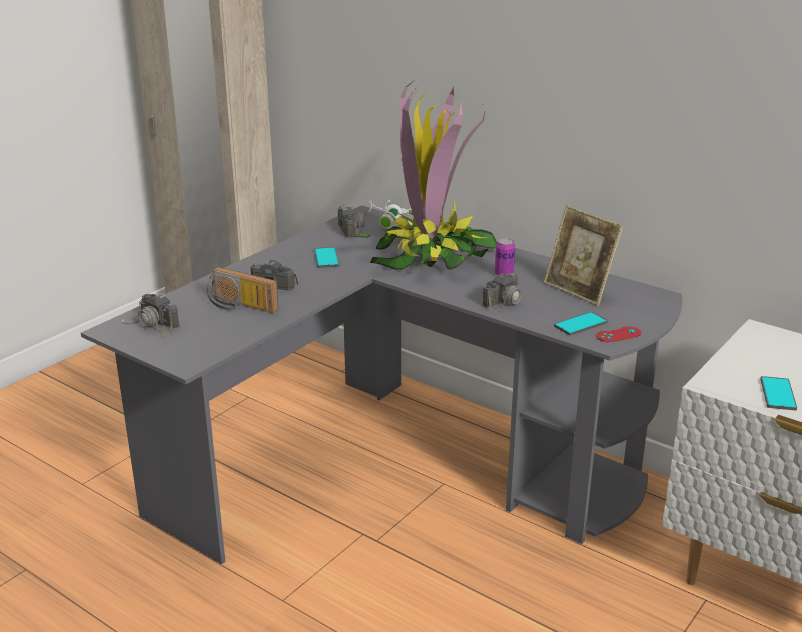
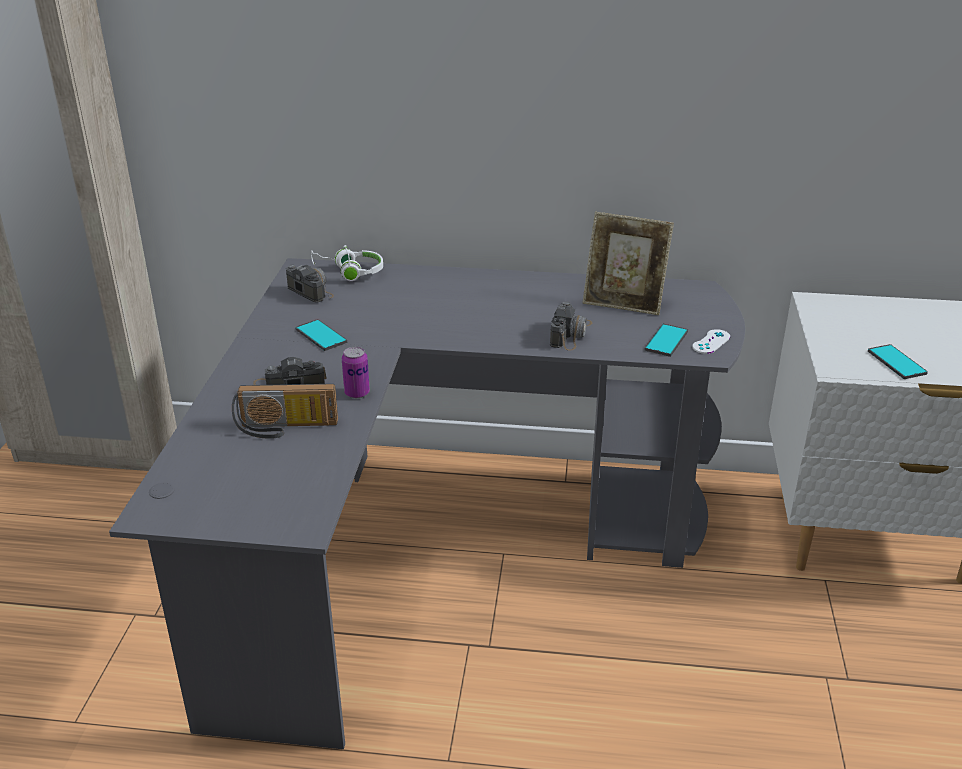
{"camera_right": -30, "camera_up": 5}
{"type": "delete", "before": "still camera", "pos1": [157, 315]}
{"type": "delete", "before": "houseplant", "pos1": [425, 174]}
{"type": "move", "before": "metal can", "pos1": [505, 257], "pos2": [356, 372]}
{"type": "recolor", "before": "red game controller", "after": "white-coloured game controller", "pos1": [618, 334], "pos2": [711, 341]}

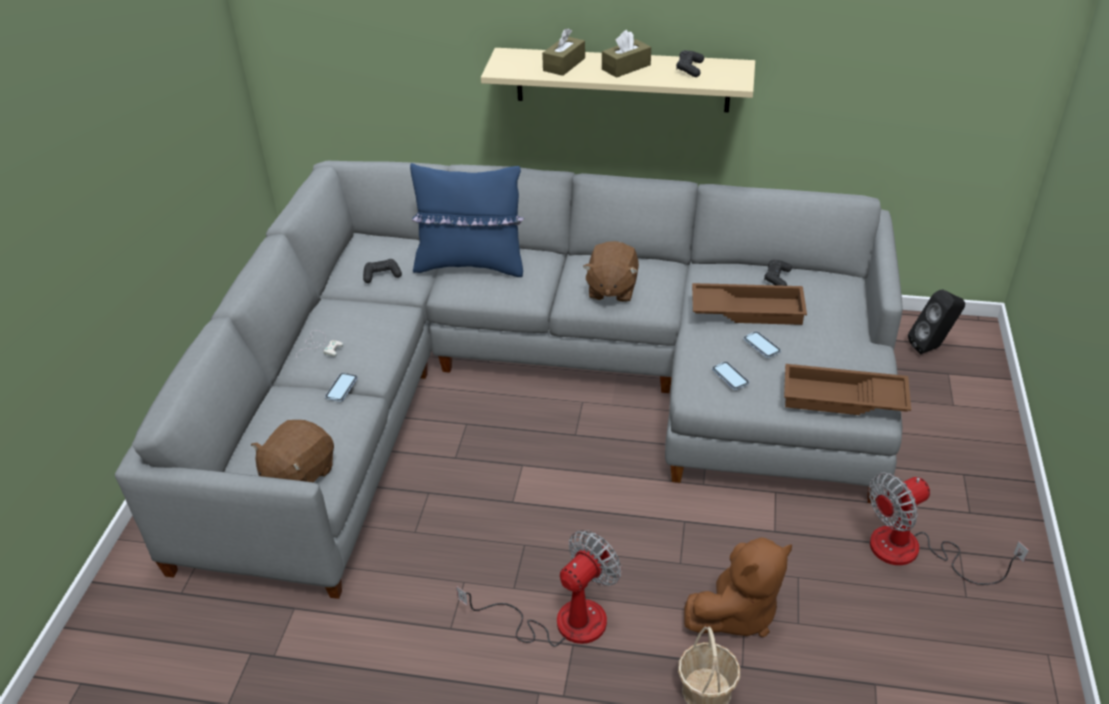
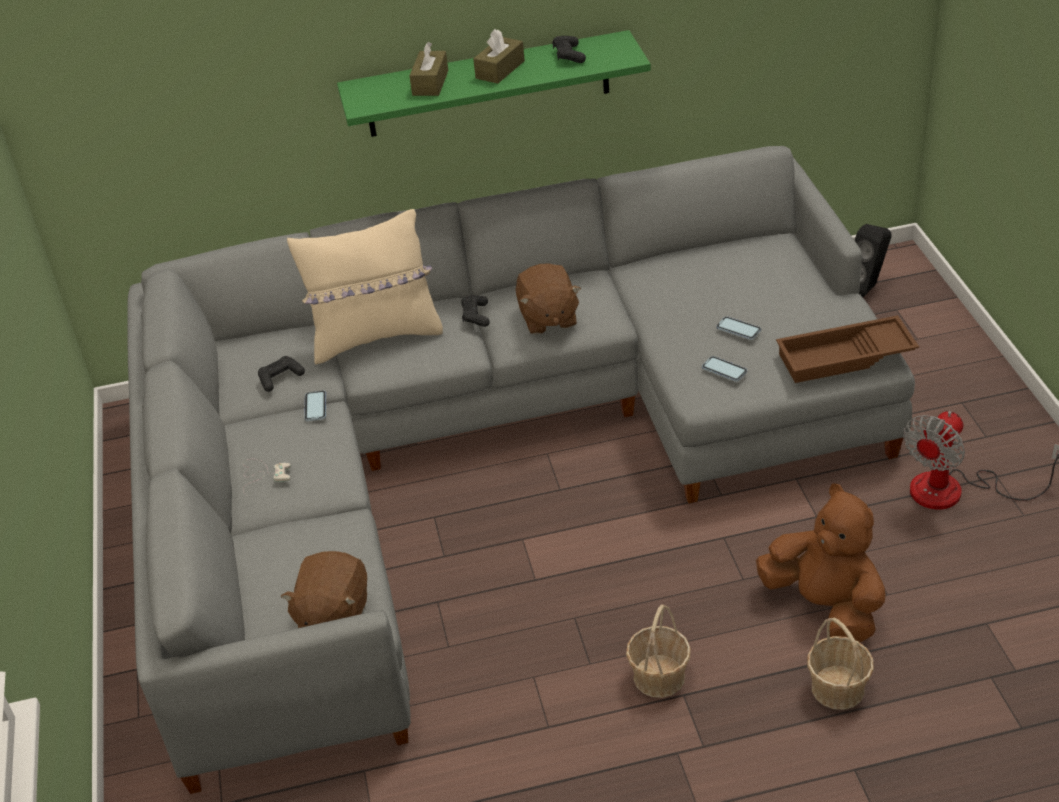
{"camera_right": -20, "camera_up": 0}
{"type": "delete", "before": "brownish tray", "pos1": [749, 304]}
{"type": "move", "before": "phone", "pos1": [341, 387], "pos2": [315, 405]}
{"type": "move", "before": "blackish game controller", "pos1": [778, 273], "pos2": [475, 311]}
{"type": "replace", "before": "fan", "after": "basket", "pos1": [538, 588], "pos2": [658, 651]}
{"type": "recolor", "before": "blue-coloured pillow", "after": "beige pillow", "pos1": [467, 220], "pos2": [365, 287]}
{"type": "recolor", "before": "beige bracket shelf", "after": "greenish bracket shelf", "pos1": [618, 80], "pos2": [494, 83]}
{"type": "rotate", "before": "brownish soft toy", "pos1": [738, 587], "pos2": [821, 562], "turn": -75}

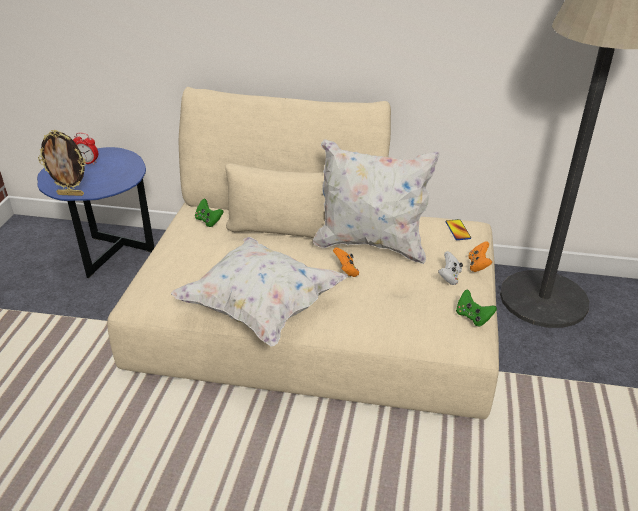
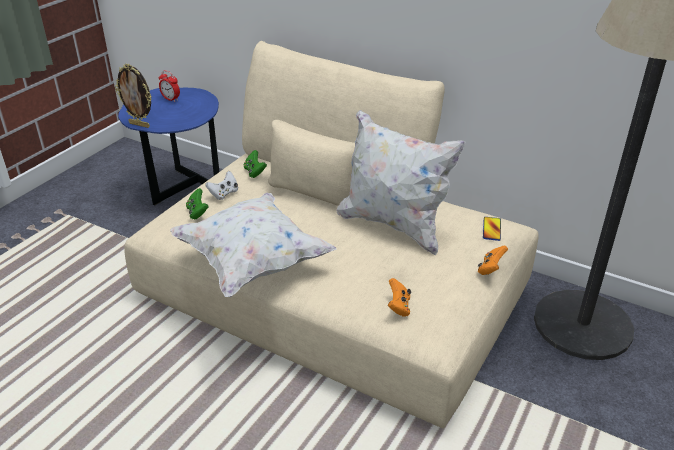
{"camera_right": 20, "camera_up": 0}
{"type": "move", "before": "orange-coloured game controller", "pos1": [346, 262], "pos2": [399, 297]}
{"type": "move", "before": "white-coloured game controller", "pos1": [450, 268], "pos2": [222, 185]}
{"type": "move", "before": "greenish game controller", "pos1": [476, 307], "pos2": [197, 203]}

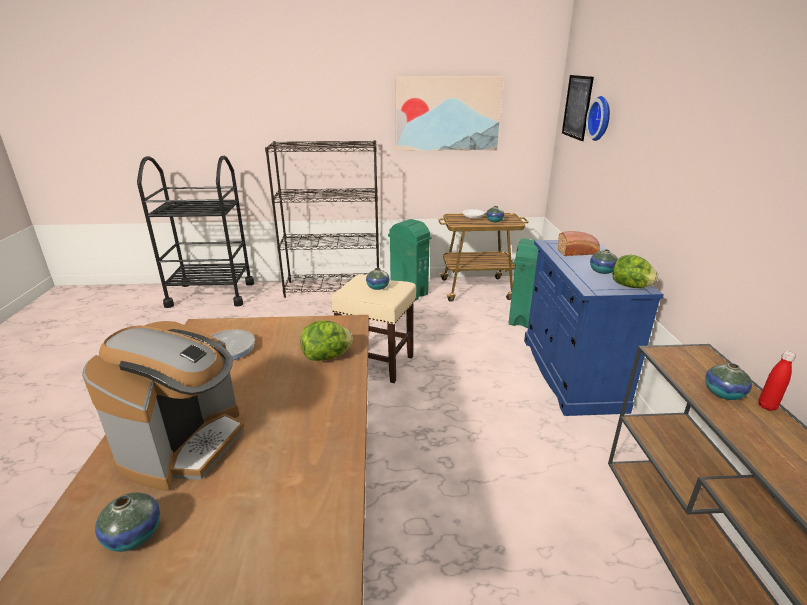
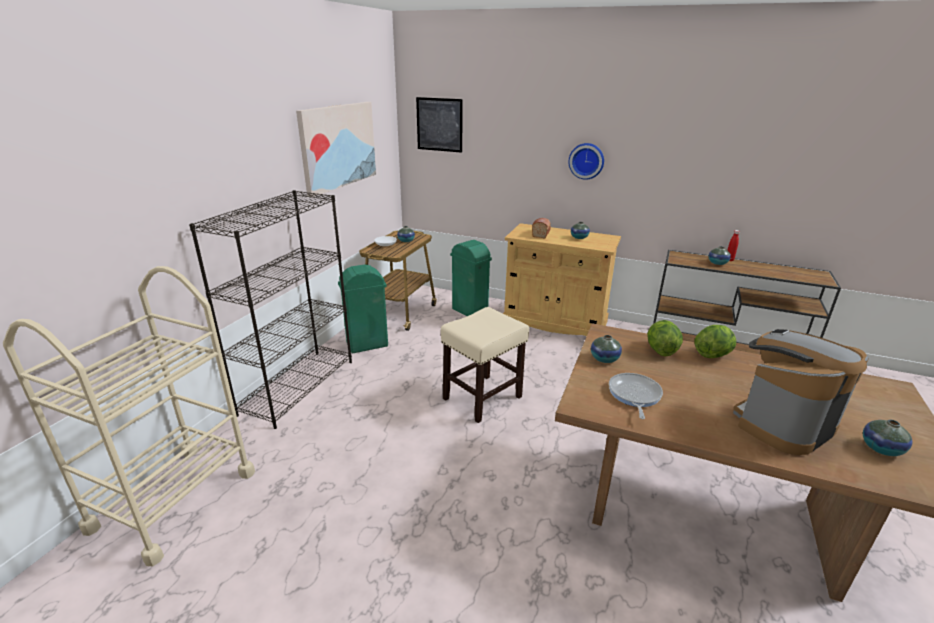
{"camera_right": -65, "camera_up": 0}
{"type": "move", "before": "vase", "pos1": [378, 279], "pos2": [606, 349]}
{"type": "move", "before": "wall clock", "pos1": [598, 118], "pos2": [586, 161]}
{"type": "move", "before": "lettuce head", "pos1": [635, 271], "pos2": [715, 341]}
{"type": "recolor", "before": "blackish cart", "after": "beige cart", "pos1": [195, 232], "pos2": [129, 416]}
{"type": "recolor", "before": "blue-coloured storage cabinet", "after": "beige storage cabinet", "pos1": [594, 328], "pos2": [562, 279]}
{"type": "rotate", "before": "coffee machine", "pos1": [163, 406], "pos2": [801, 392], "turn": -75}

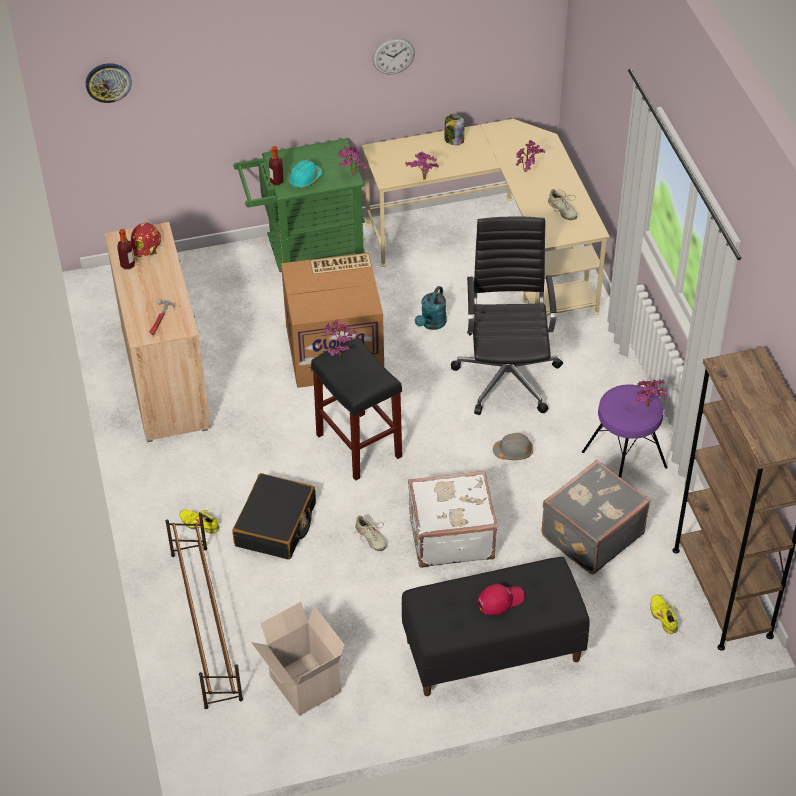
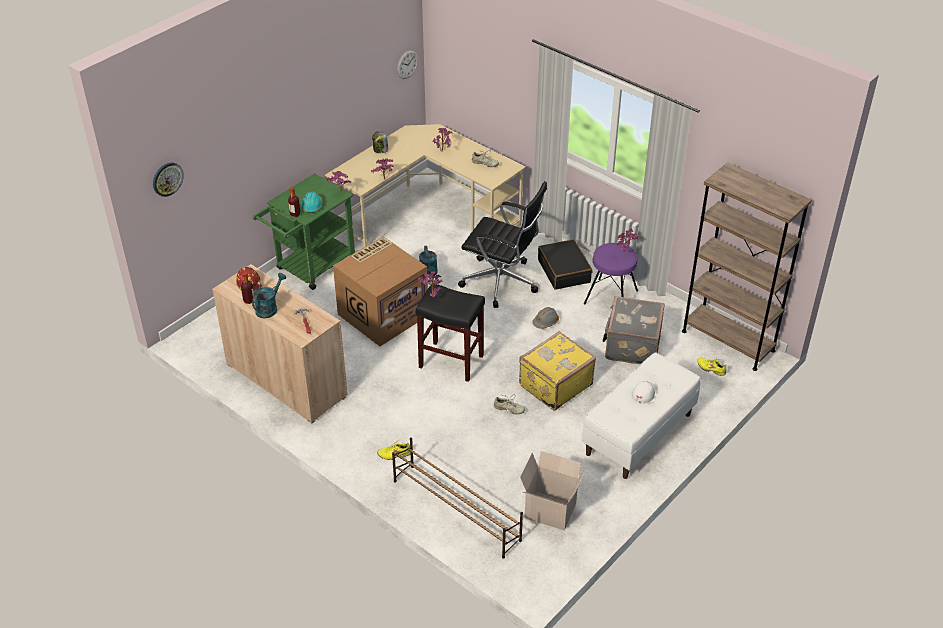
{"camera_right": -35, "camera_up": -5}
{"type": "insert", "after": "turquoise-coloured watering can", "pos2": [269, 296]}
{"type": "move", "before": "blackish suitcase", "pos1": [274, 516], "pos2": [565, 264]}
{"type": "move", "before": "wall clock", "pos1": [393, 56], "pos2": [407, 64]}
{"type": "recolor", "before": "blackish indoor bench", "after": "white-coloured indoor bench", "pos1": [495, 626], "pos2": [641, 415]}
{"type": "recolor", "before": "white-coloured suitcase", "after": "yellow-coloured suitcase", "pos1": [453, 519], "pos2": [557, 371]}
{"type": "recolor", "before": "red cap", "after": "white-coloured cap", "pos1": [501, 599], "pos2": [645, 392]}
{"type": "rotate", "before": "blackish office chair", "pos1": [507, 316], "pos2": [502, 244], "turn": 150}

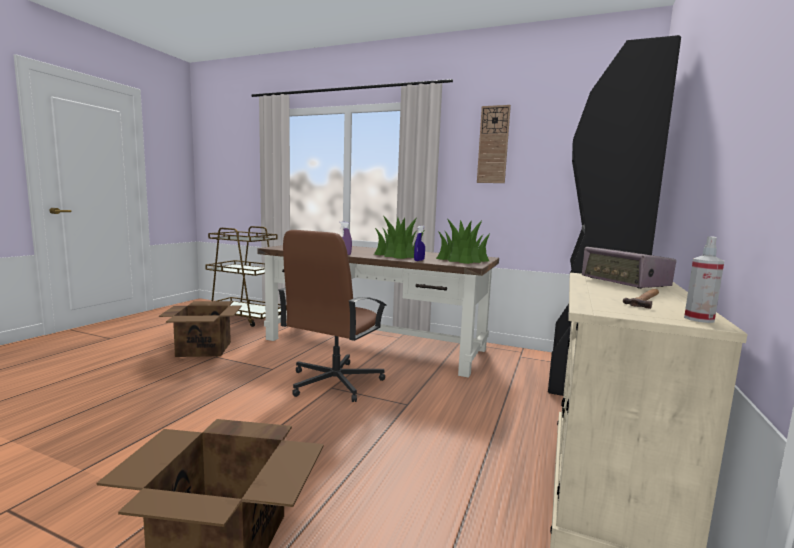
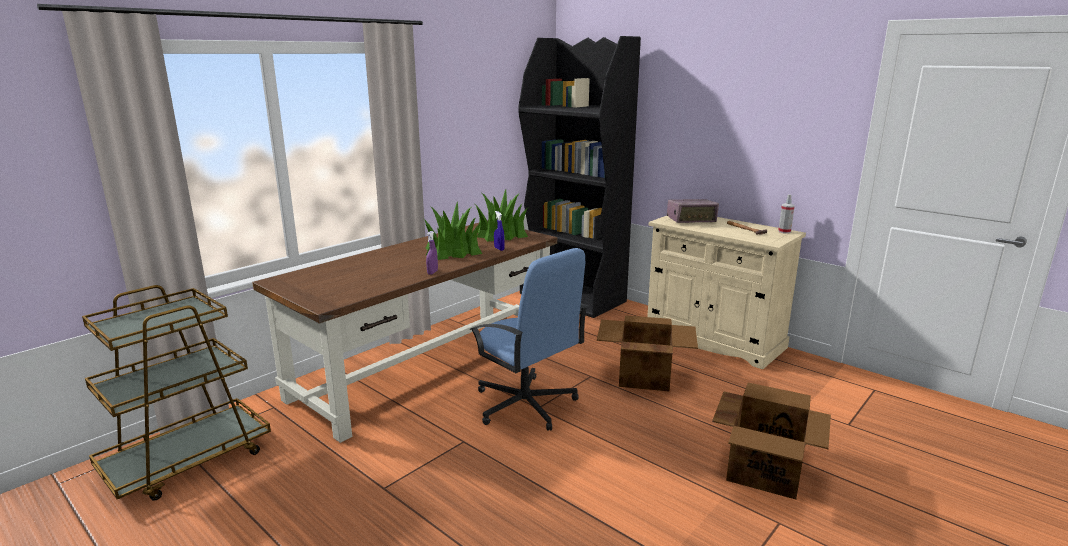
{"camera_right": -70, "camera_up": 10}
{"type": "delete", "before": "wall clock", "pos1": [494, 144]}
{"type": "move", "before": "carton", "pos1": [200, 329], "pos2": [647, 353]}
{"type": "recolor", "before": "brownish office chair", "after": "blue-coloured office chair", "pos1": [332, 316], "pos2": [528, 339]}

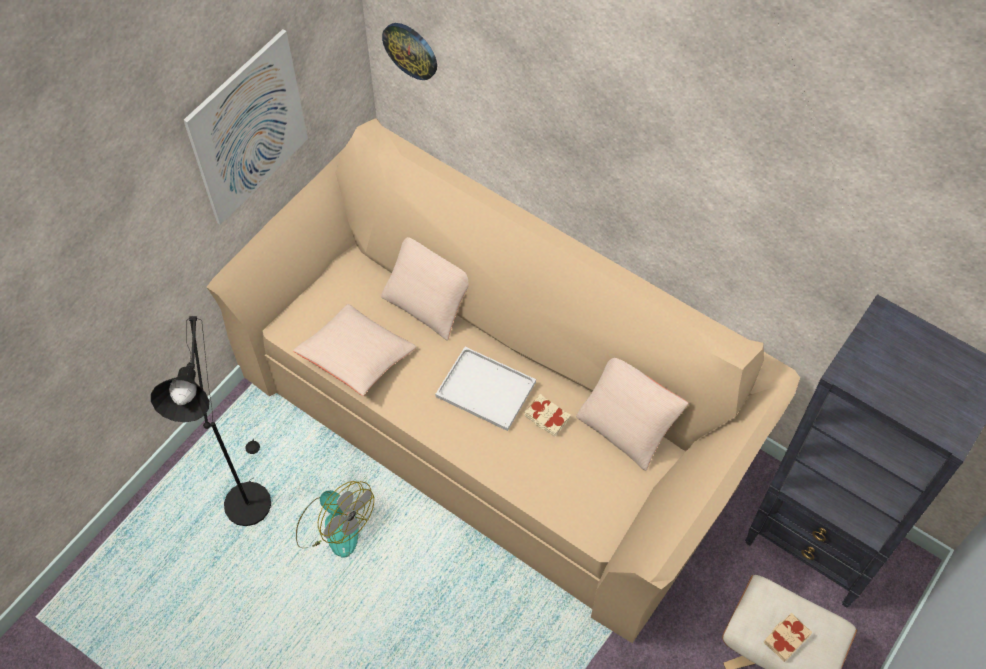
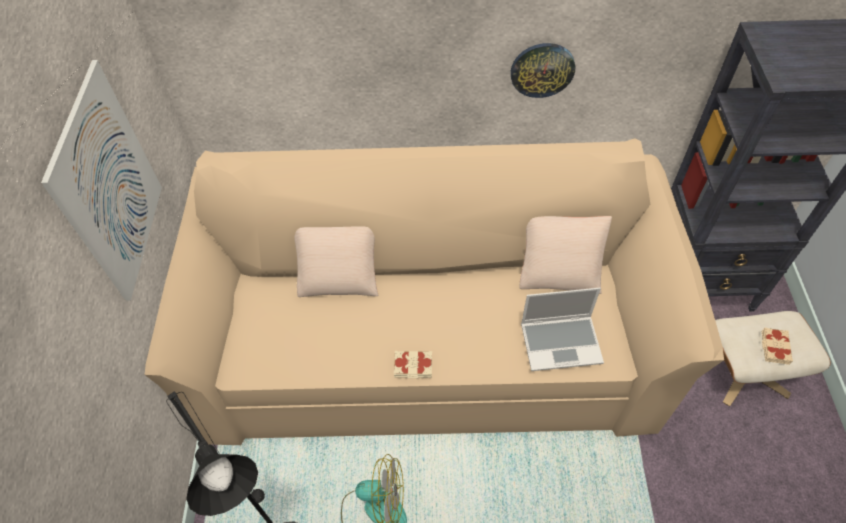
{"camera_right": -35, "camera_up": -5}
{"type": "delete", "before": "beige pillow", "pos1": [355, 350]}
{"type": "delete", "before": "white-coloured tray", "pos1": [485, 389]}
{"type": "insert", "after": "laptop", "pos2": [562, 329]}
{"type": "move", "before": "wall clock", "pos1": [409, 51], "pos2": [543, 70]}
{"type": "move", "before": "beige volume", "pos1": [548, 415], "pos2": [413, 364]}

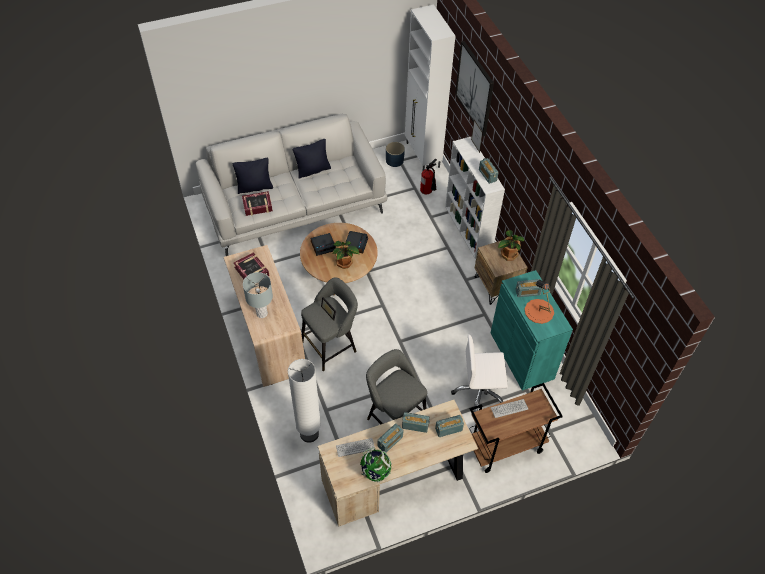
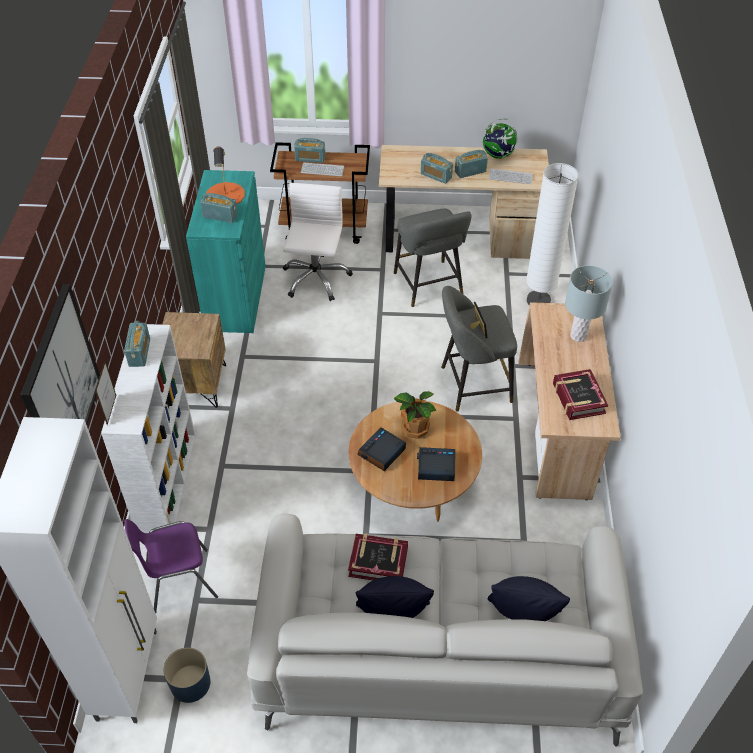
{"camera_right": -155, "camera_up": -5}
{"type": "delete", "before": "houseplant", "pos1": [511, 245]}
{"type": "move", "before": "volume", "pos1": [257, 203], "pos2": [378, 556]}
{"type": "move", "before": "radio set", "pos1": [449, 426], "pos2": [309, 150]}
{"type": "replace", "before": "extinguisher", "after": "purple plain chair", "pos1": [428, 176], "pos2": [171, 566]}
{"type": "rotate", "before": "white-coloured office chair", "pos1": [479, 373], "pos2": [318, 242], "turn": -105}

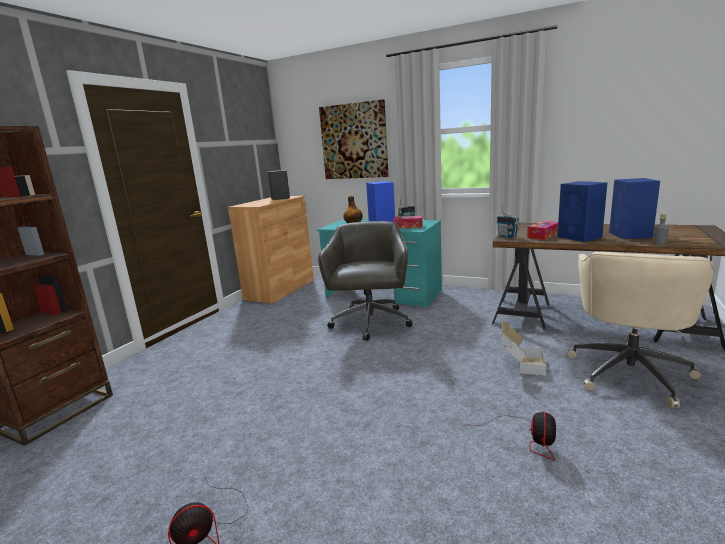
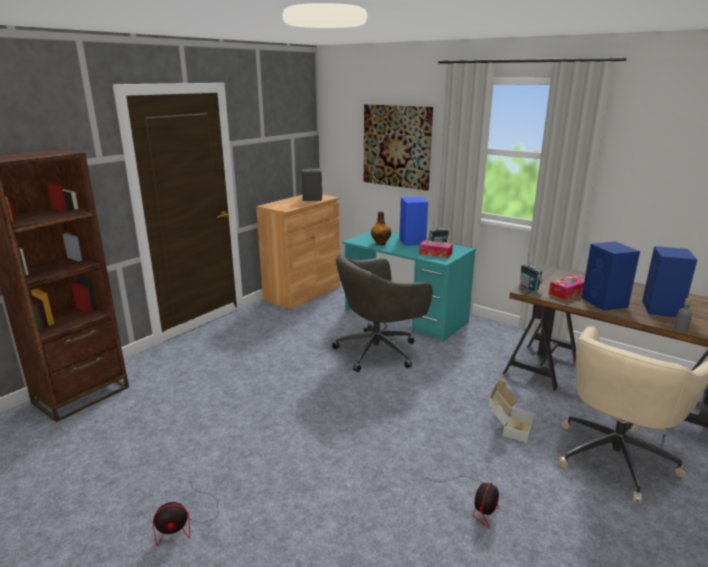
{"camera_right": 10, "camera_up": 5}
{"type": "rotate", "before": "greyish office chair", "pos1": [365, 281], "pos2": [382, 313], "turn": -135}

